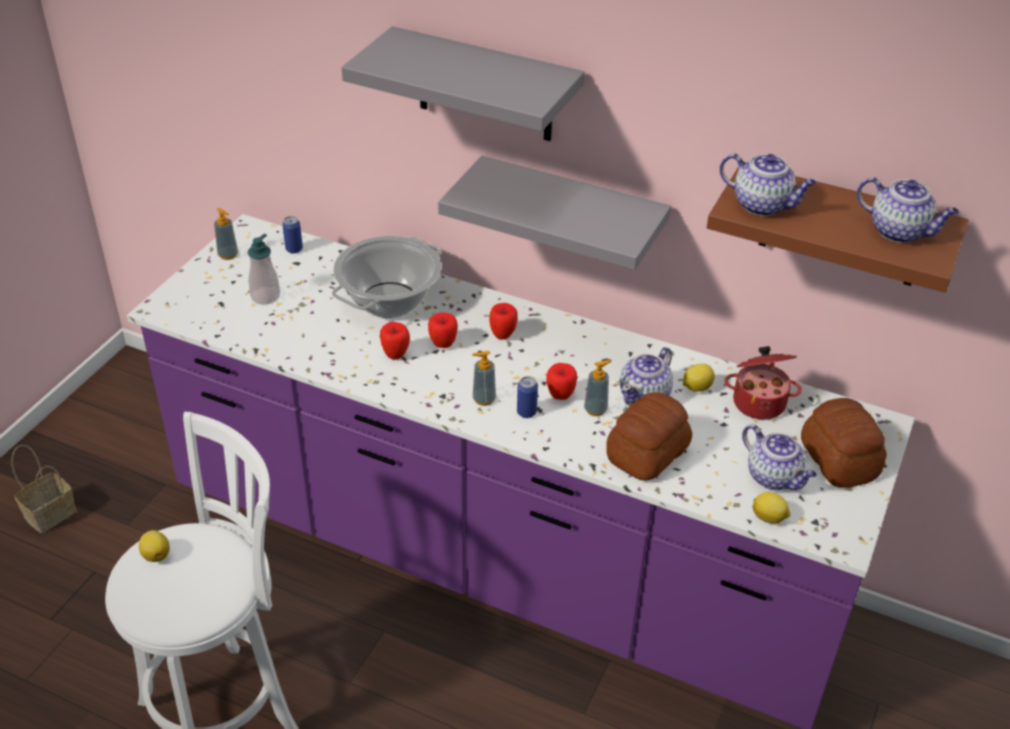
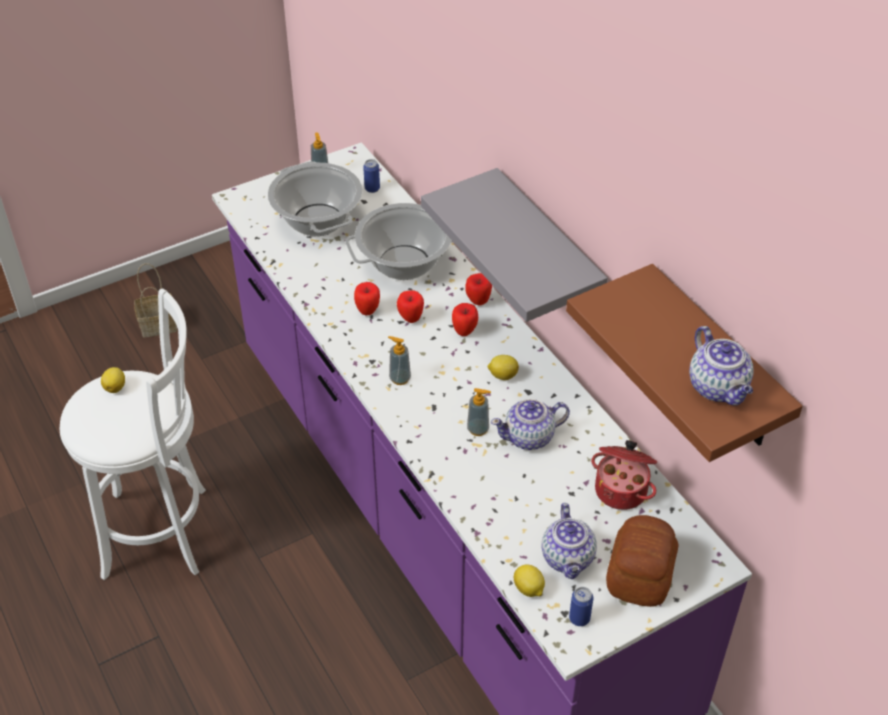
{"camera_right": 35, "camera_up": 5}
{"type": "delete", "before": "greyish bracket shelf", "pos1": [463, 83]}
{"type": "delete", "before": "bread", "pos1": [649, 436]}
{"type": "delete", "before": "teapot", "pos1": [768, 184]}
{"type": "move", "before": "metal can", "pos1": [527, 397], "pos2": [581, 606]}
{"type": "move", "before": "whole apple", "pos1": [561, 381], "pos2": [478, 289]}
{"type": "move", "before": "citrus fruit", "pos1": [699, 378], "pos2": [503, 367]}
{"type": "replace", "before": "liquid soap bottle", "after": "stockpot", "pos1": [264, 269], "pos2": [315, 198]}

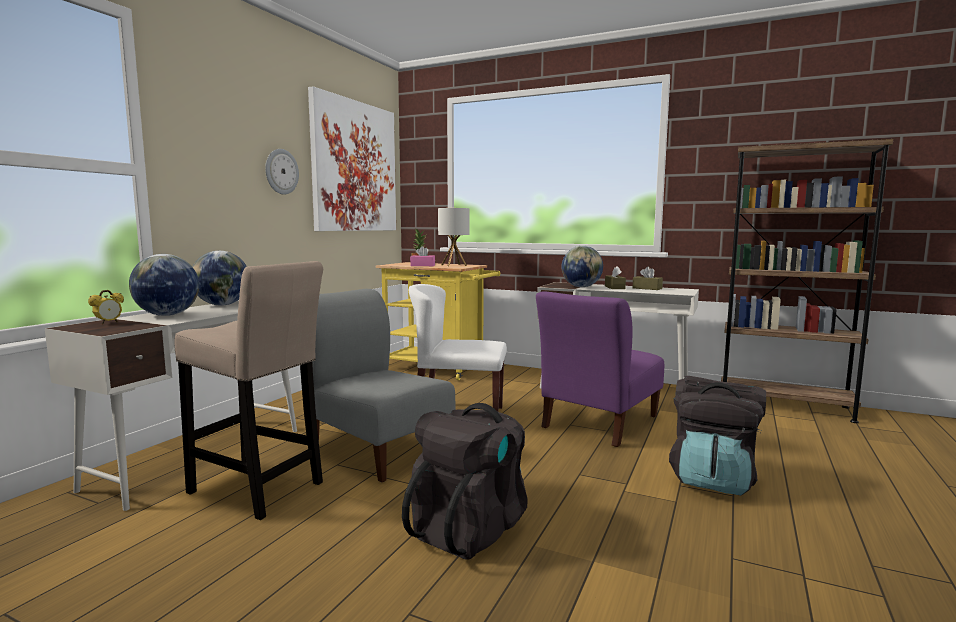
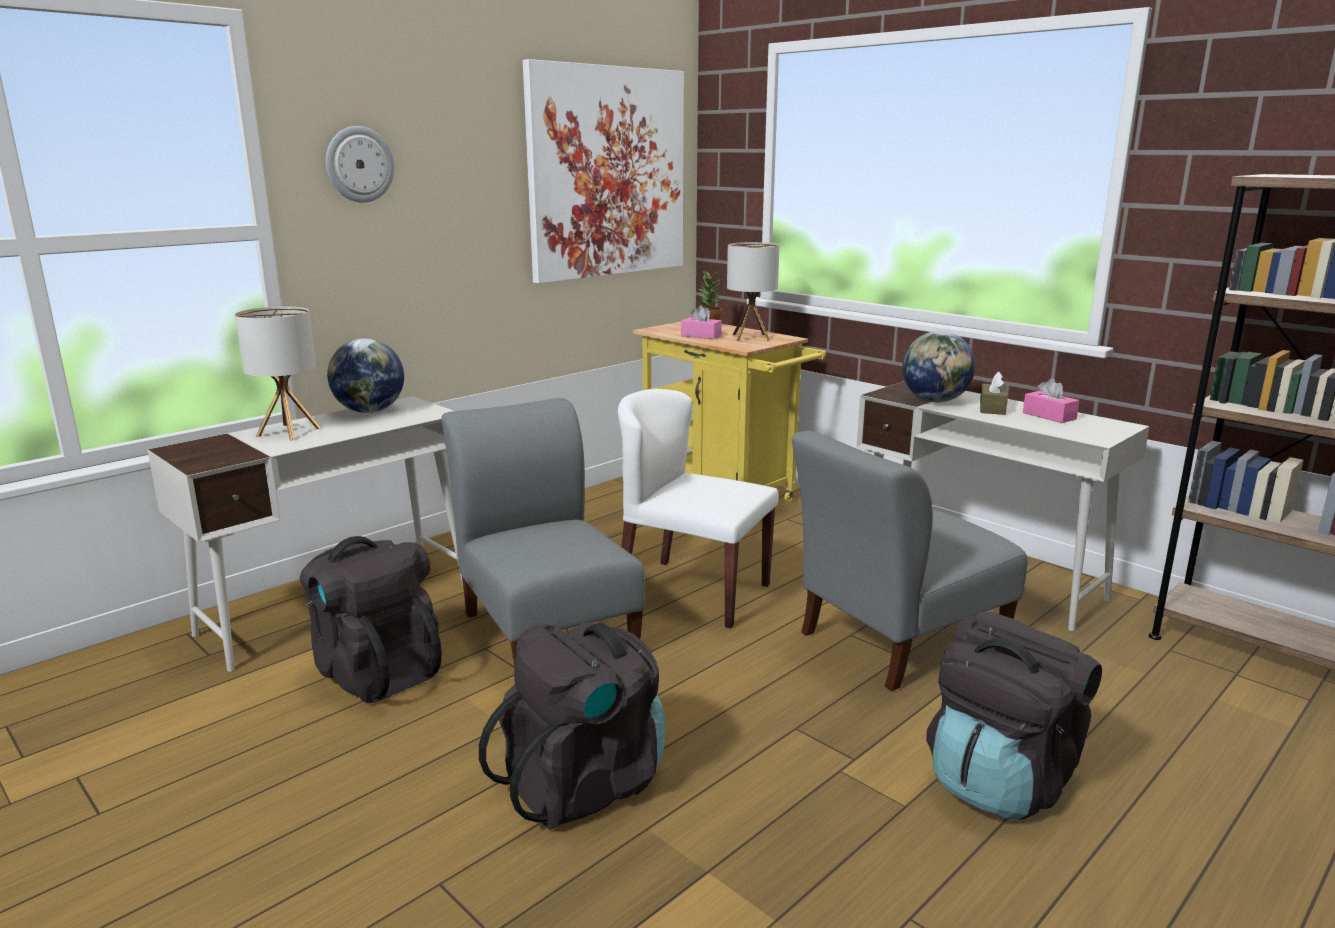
{"camera_right": 20, "camera_up": 10}
{"type": "delete", "before": "table clock", "pos1": [106, 307]}
{"type": "move", "before": "wall clock", "pos1": [282, 172], "pos2": [360, 164]}
{"type": "replace", "before": "desk globe", "after": "lamp for a table", "pos1": [164, 285], "pos2": [278, 374]}
{"type": "replace", "before": "beige stool seat", "after": "blackish knapsack", "pos1": [248, 390], "pos2": [370, 620]}
{"type": "recolor", "before": "purple plain chair", "after": "greyish plain chair", "pos1": [600, 369], "pos2": [910, 561]}
{"type": "recolor", "before": "brownish box of tissues", "after": "pinkish box of tissues", "pos1": [647, 278], "pos2": [1051, 400]}

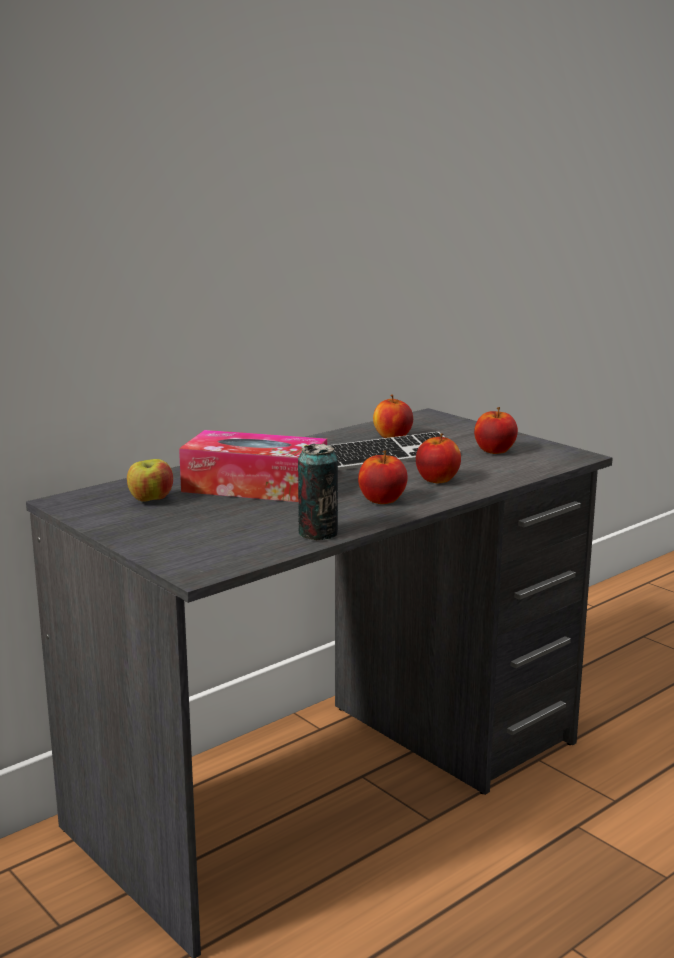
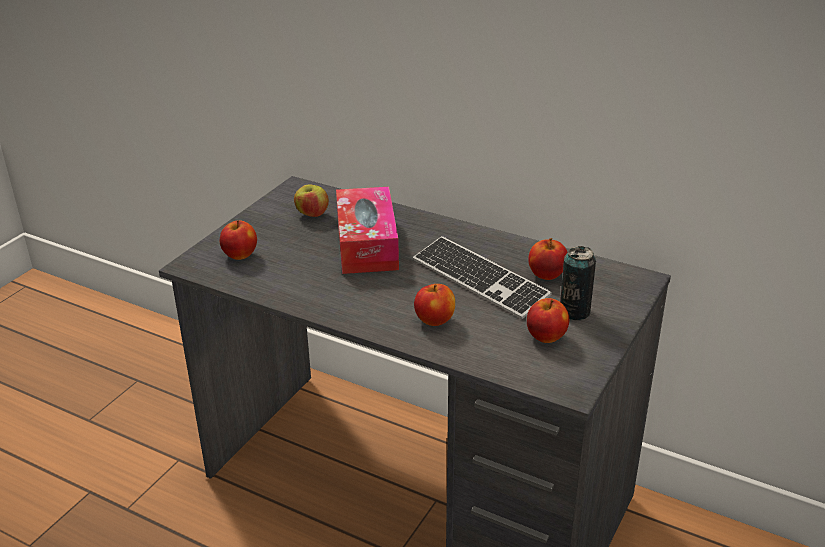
{"camera_right": 70, "camera_up": 15}
{"type": "move", "before": "metal can", "pos1": [318, 492], "pos2": [578, 283]}
{"type": "move", "before": "whole apple", "pos1": [383, 477], "pos2": [238, 240]}

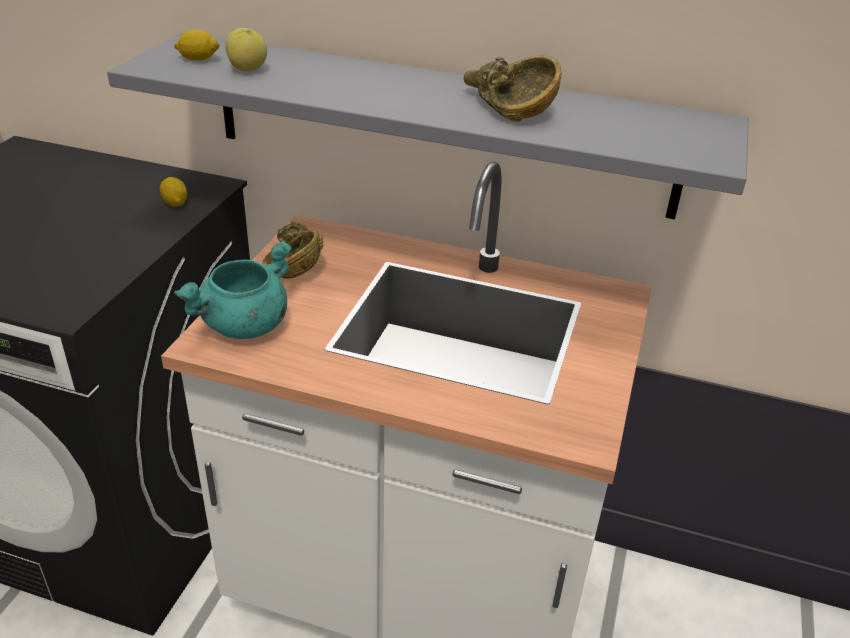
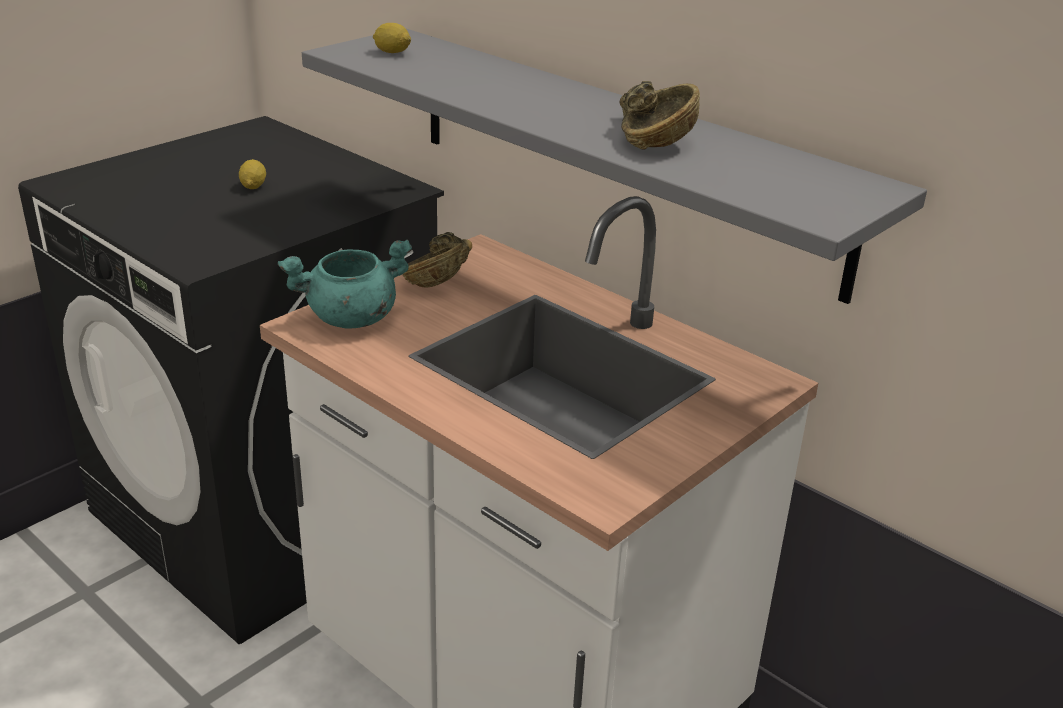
{"camera_right": 25, "camera_up": -5}
{"type": "delete", "before": "whole apple", "pos1": [246, 49]}
{"type": "move", "before": "citrus fruit", "pos1": [173, 192], "pos2": [252, 174]}

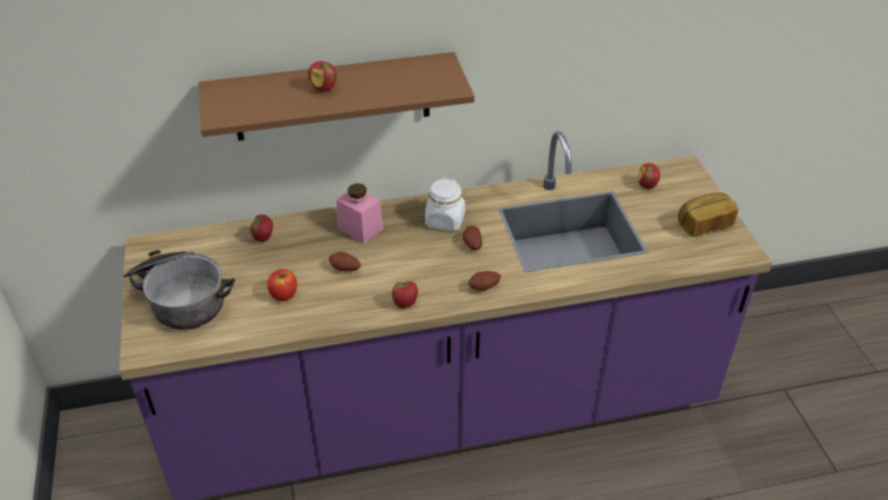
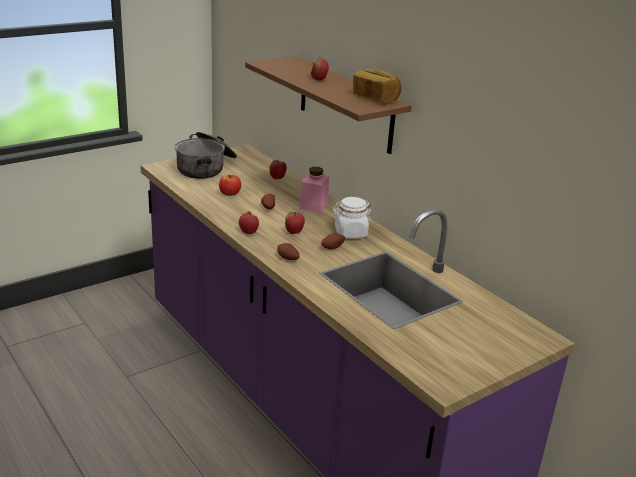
{"camera_right": 65, "camera_up": -15}
{"type": "move", "before": "whole apple", "pos1": [649, 176], "pos2": [295, 222]}
{"type": "move", "before": "bread", "pos1": [708, 215], "pos2": [377, 86]}

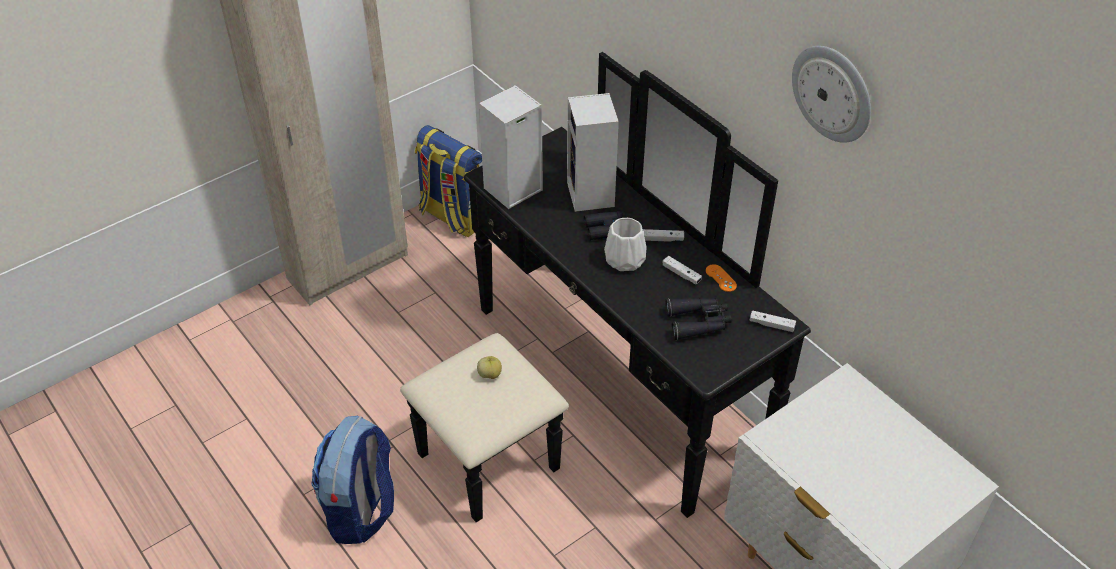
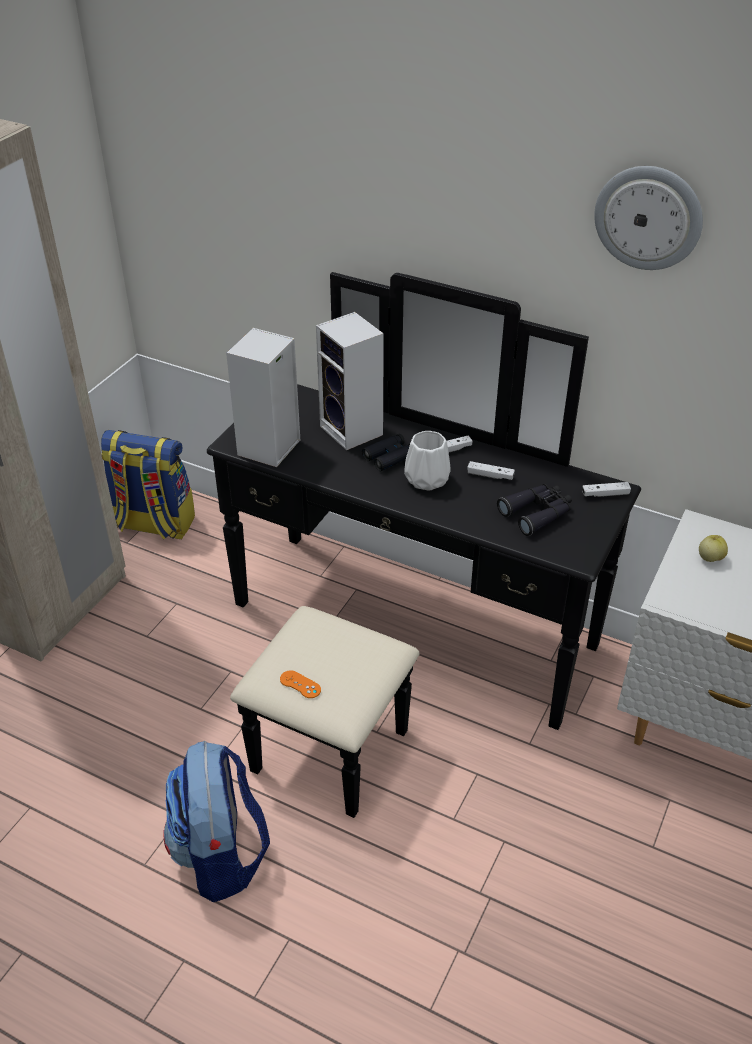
{"camera_right": -25, "camera_up": -5}
{"type": "move", "before": "whole apple", "pos1": [489, 367], "pos2": [713, 548]}
{"type": "move", "before": "orange-coloured game controller", "pos1": [721, 278], "pos2": [300, 684]}

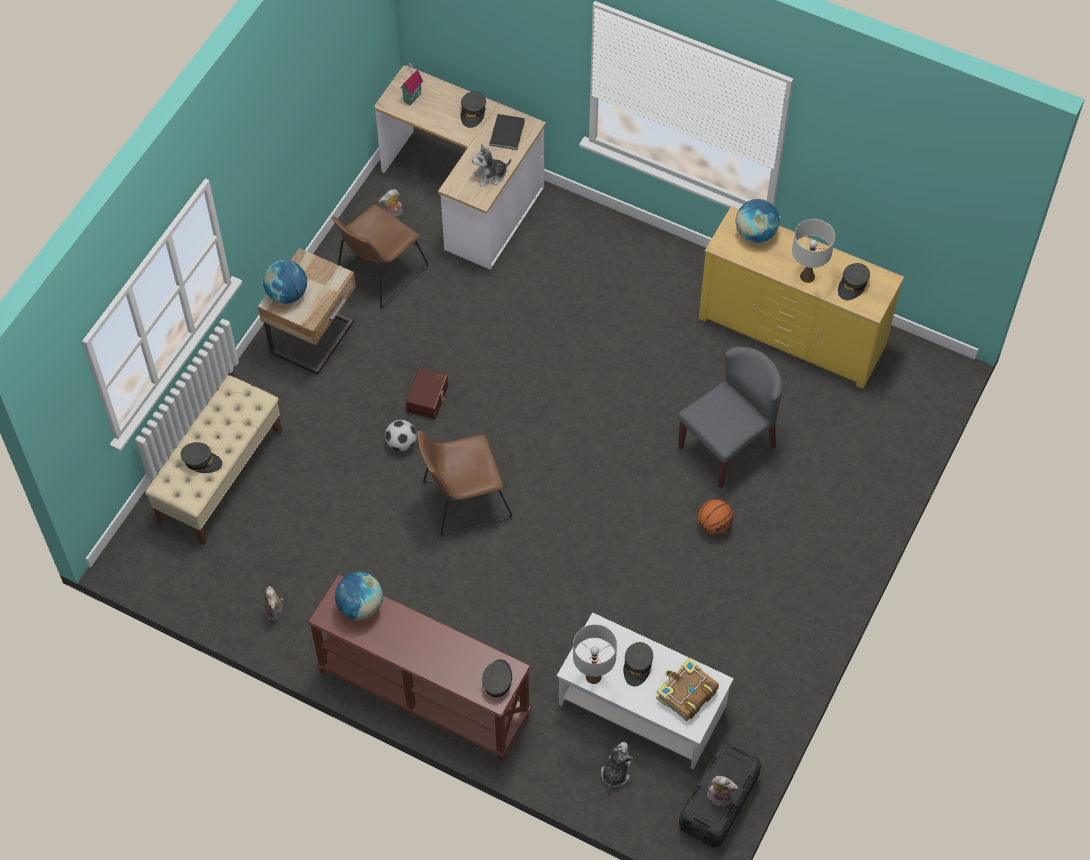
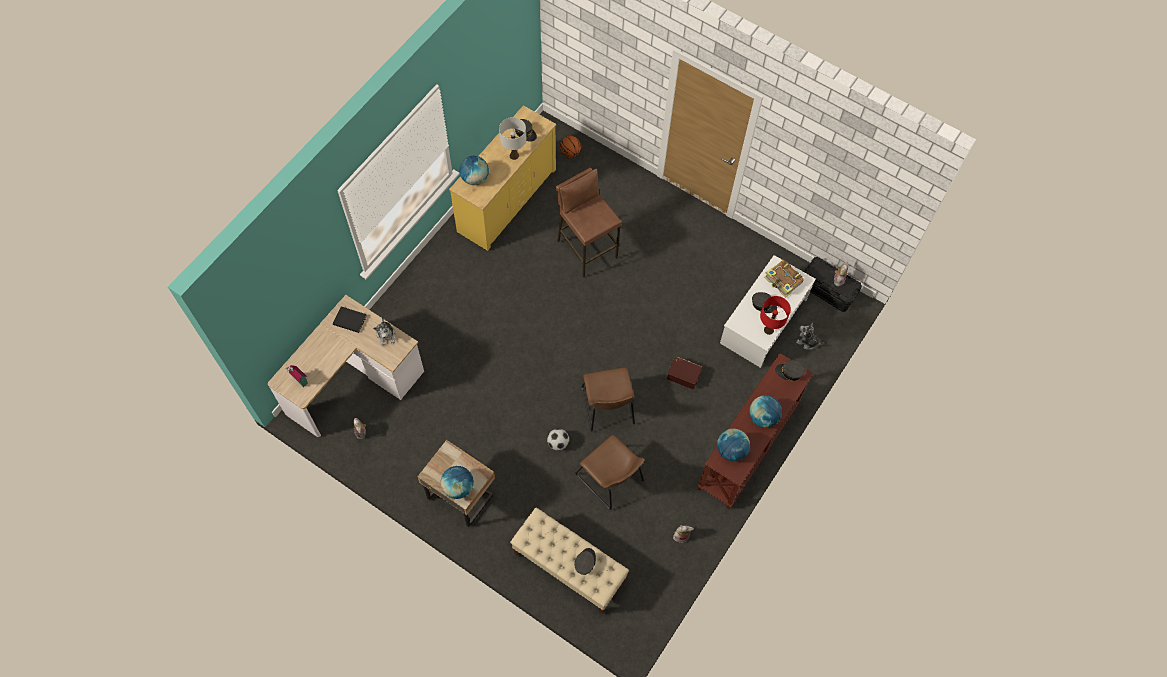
{"camera_right": -85, "camera_up": 5}
{"type": "delete", "before": "greyish cap", "pos1": [473, 109]}
{"type": "insert", "after": "desk globe", "pos2": [765, 411]}
{"type": "move", "before": "brownish plain chair", "pos1": [380, 256], "pos2": [610, 472]}
{"type": "move", "before": "brownish storage container", "pos1": [426, 393], "pos2": [684, 373]}
{"type": "move", "before": "basketball ball", "pos1": [715, 517], "pos2": [570, 146]}
{"type": "replace", "before": "greyish plain chair", "after": "brownish stool seat", "pos1": [730, 417], "pos2": [589, 223]}
{"type": "recolor", "before": "white-coloured lamp for a table", "after": "red lamp for a table", "pos1": [595, 654], "pos2": [775, 315]}

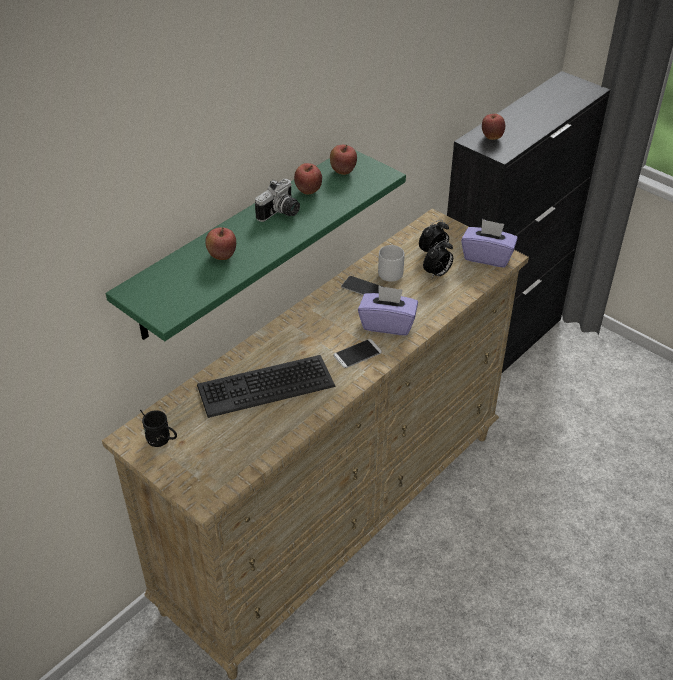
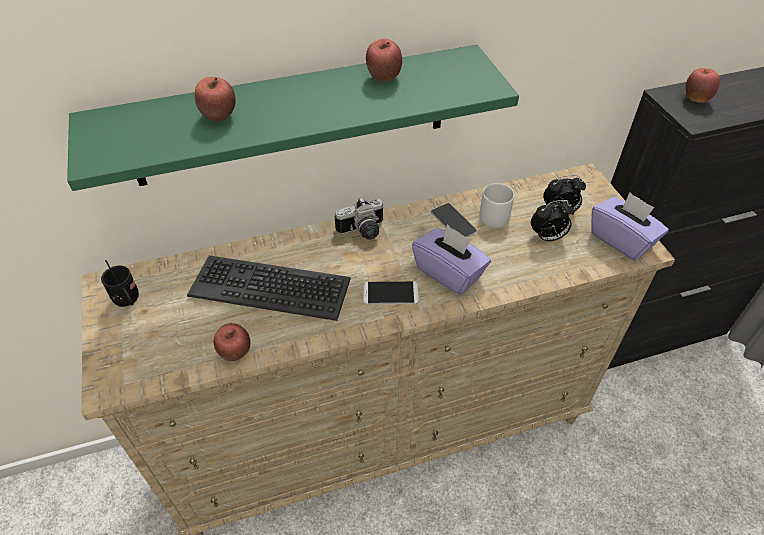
{"camera_right": 30, "camera_up": 5}
{"type": "move", "before": "still camera", "pos1": [277, 200], "pos2": [359, 218]}
{"type": "move", "before": "whole apple", "pos1": [343, 160], "pos2": [232, 342]}

